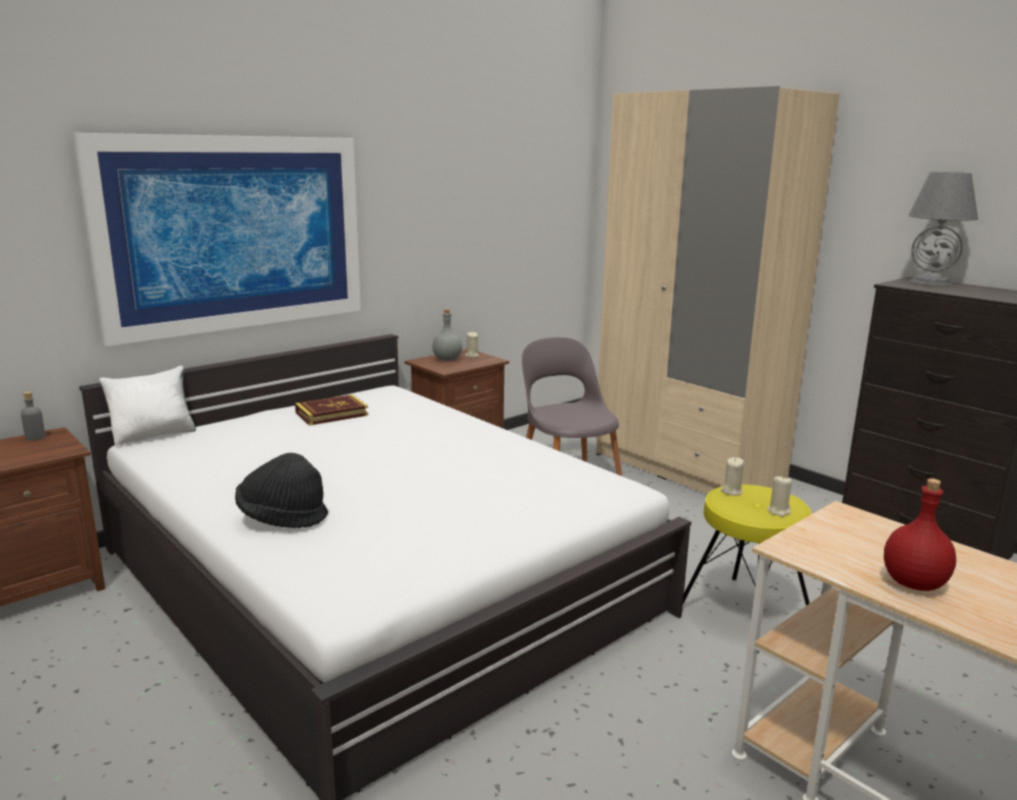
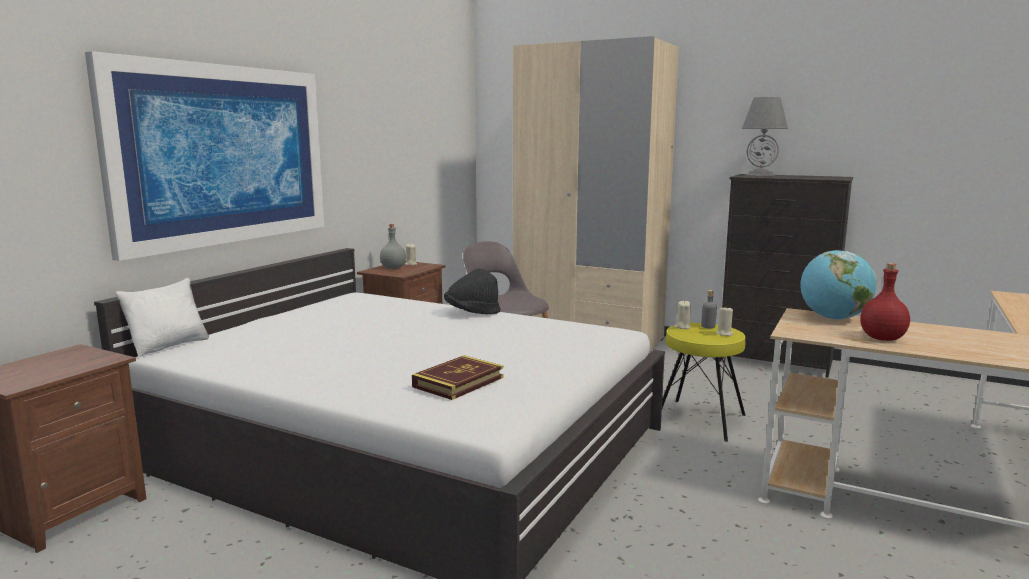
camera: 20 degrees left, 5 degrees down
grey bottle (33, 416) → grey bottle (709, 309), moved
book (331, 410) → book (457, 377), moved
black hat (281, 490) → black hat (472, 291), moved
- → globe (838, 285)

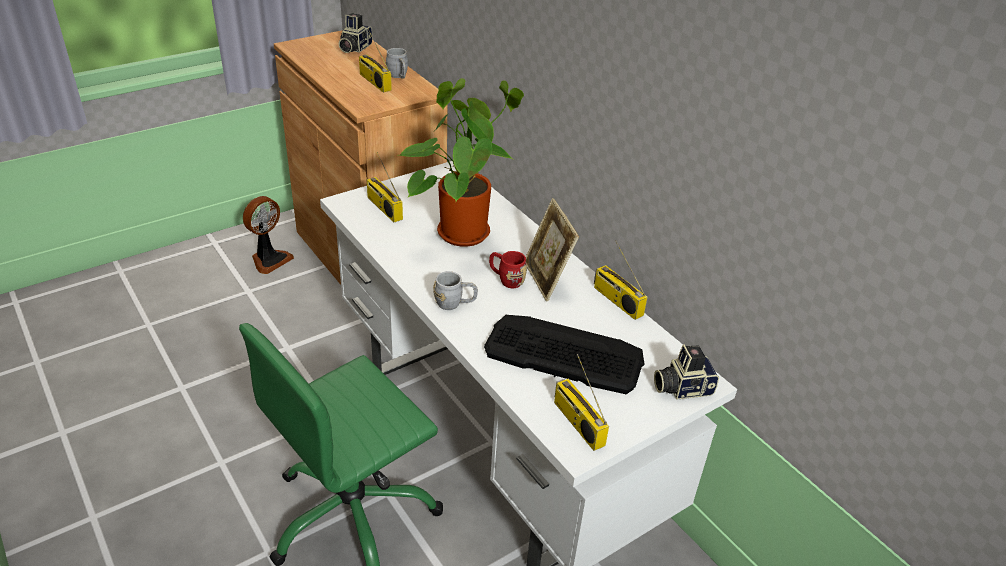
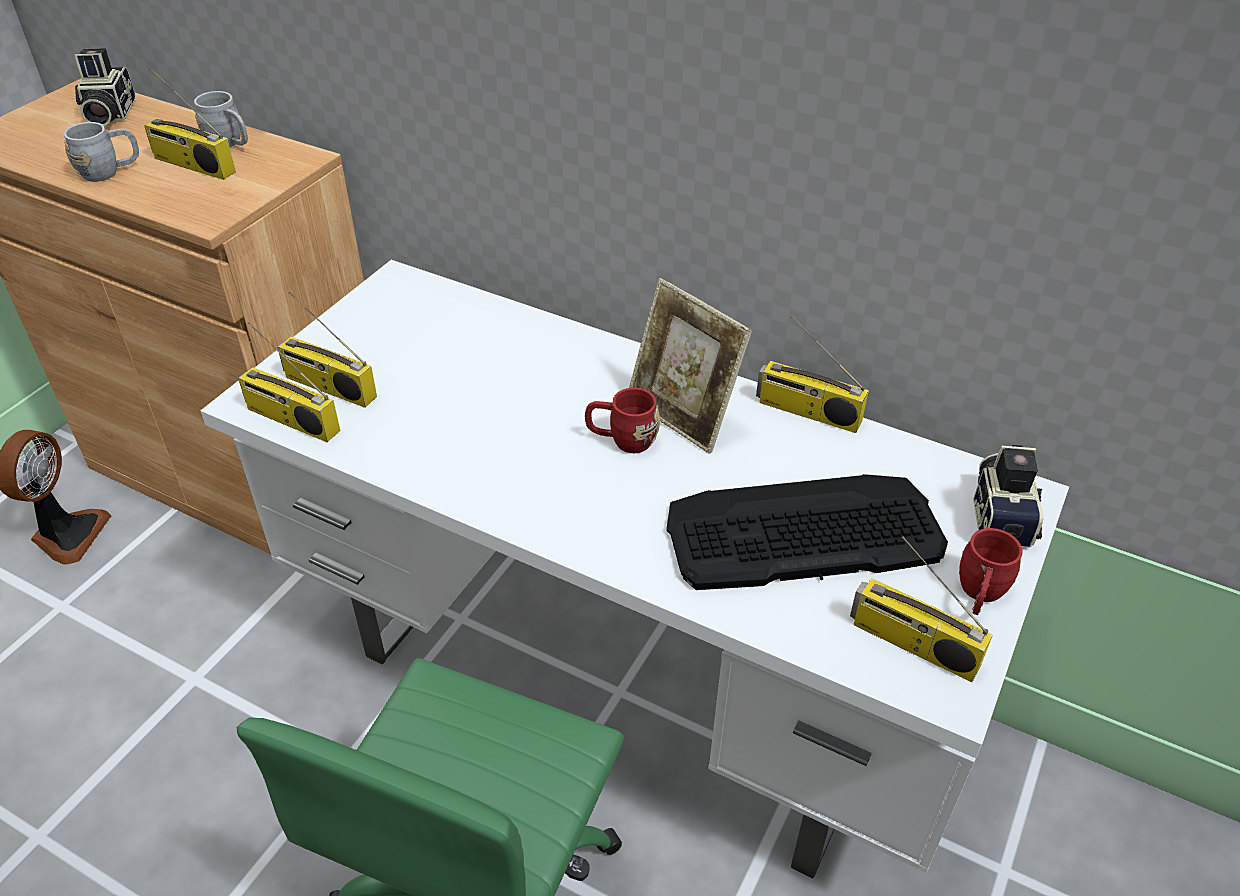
camera: 25 degrees left, 5 degrees up
potted plant (461, 162) → -
grey mug (455, 290) → grey mug (101, 152), moved
photo camera (686, 372) → photo camera (1008, 496), 135 degrees clockwise
- → radio (289, 382)
- → red mug (991, 571)

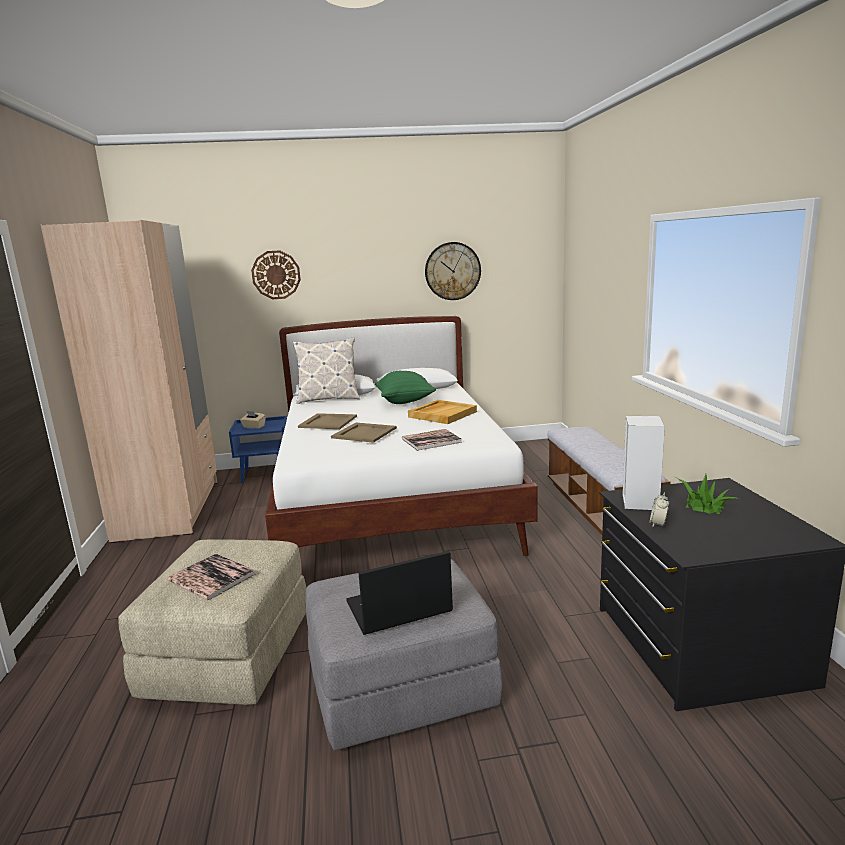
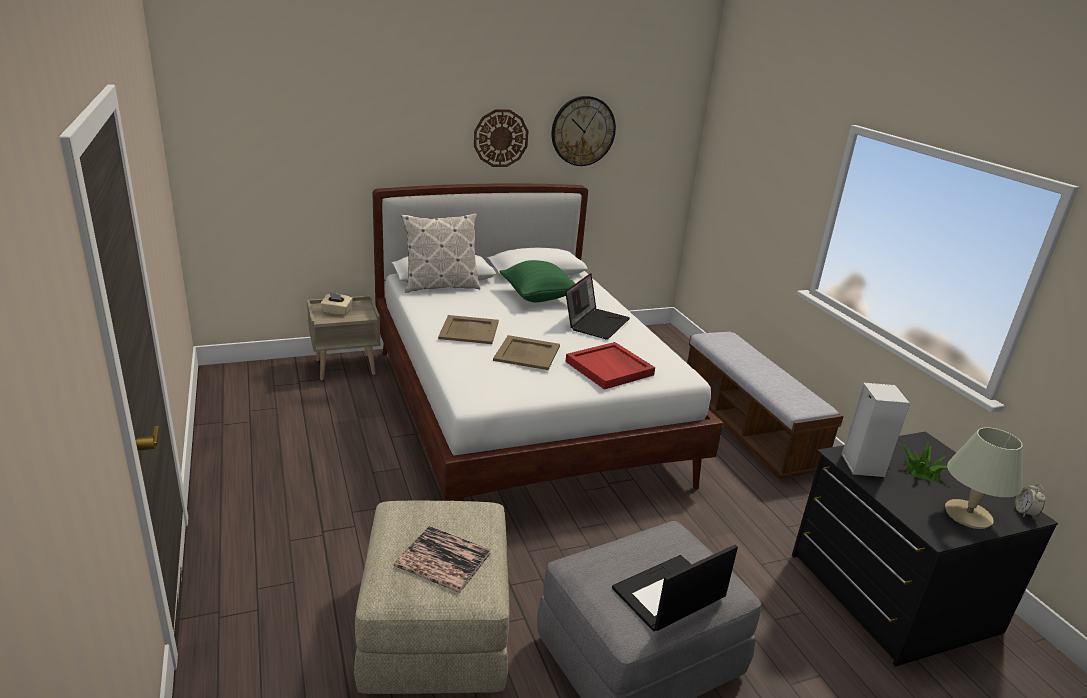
camera: 15 degrees left, 10 degrees up
beige wardrobe (128, 381) → -
wall clock (276, 274) → wall clock (501, 138), moved
beige tray (442, 412) → laptop (597, 306)
blue nightstand (258, 449) → beige nightstand (343, 338)
book (432, 440) → red tray (610, 366)
alarm clock (659, 509) → alarm clock (1030, 500), moved
- → beige table lamp (984, 478)

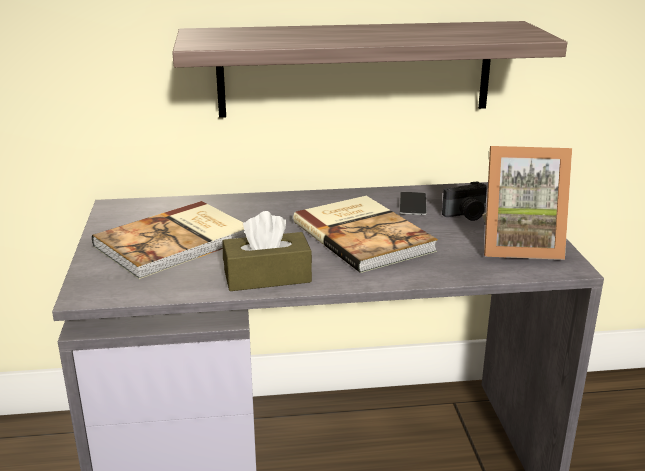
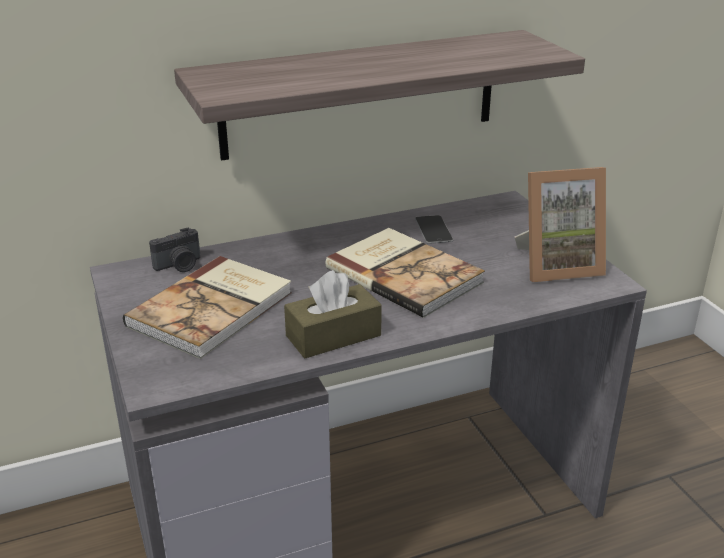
camera: 15 degrees left, 5 degrees up
photo camera (464, 201) → photo camera (175, 249), moved

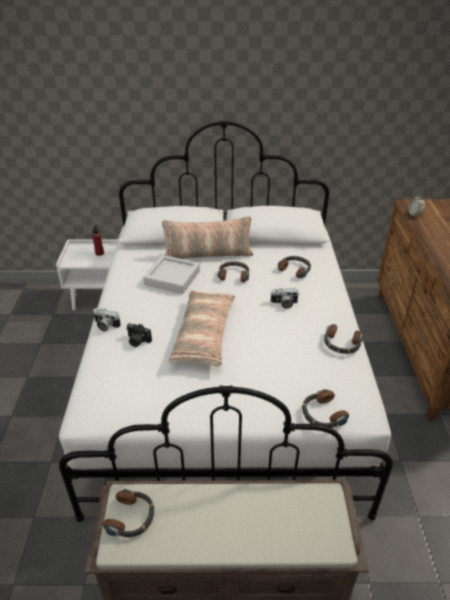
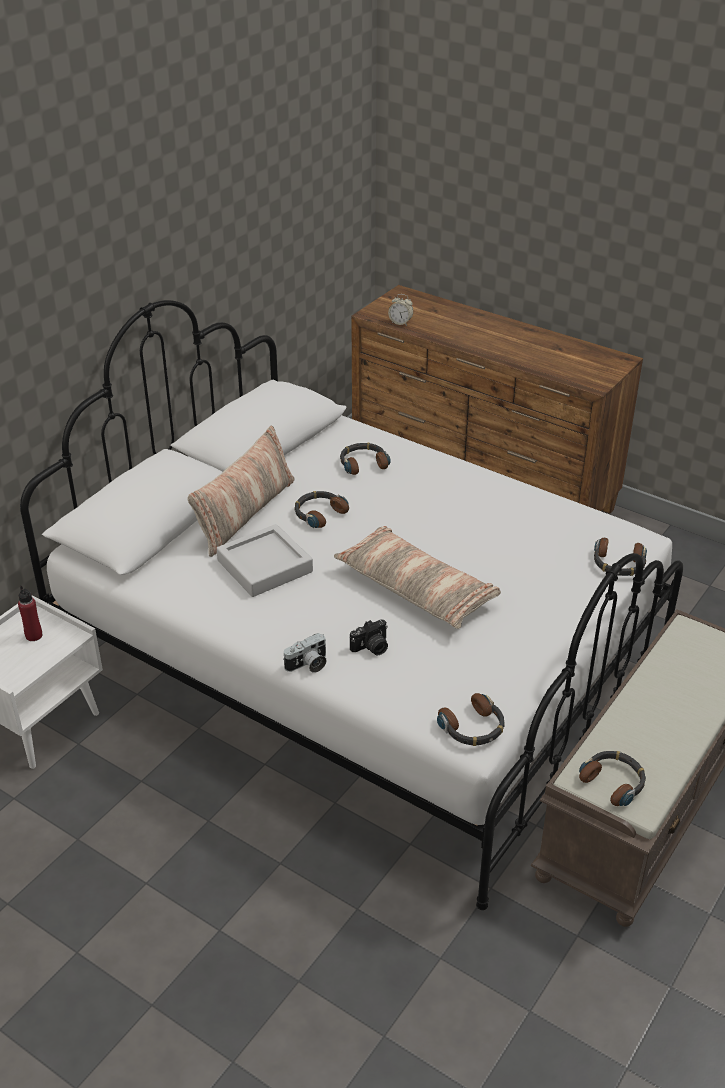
camera: 55 degrees left, 0 degrees up
photo camera (284, 298) → -
headphones (343, 339) → headphones (471, 719), moved

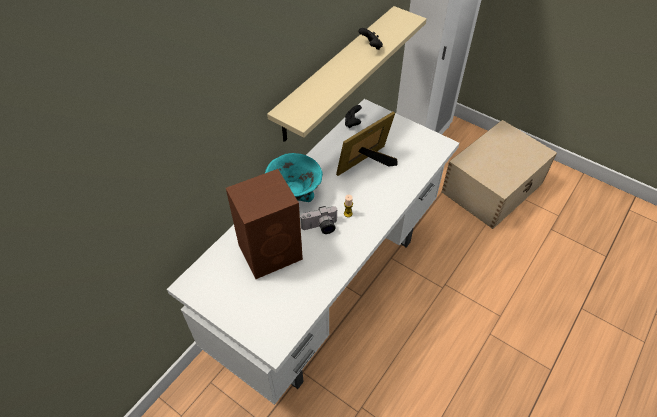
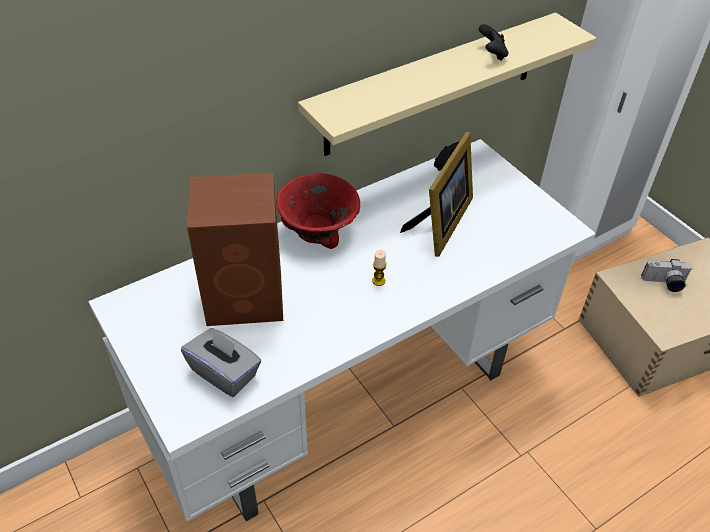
camera: 20 degrees right, 5 degrees down
picture frame (366, 144) → picture frame (436, 194), 135 degrees clockwise
turquoise bowl (294, 177) → red bowl (318, 211)
photo camera (319, 220) → photo camera (666, 275), moved
- → grey tissue box (221, 362)

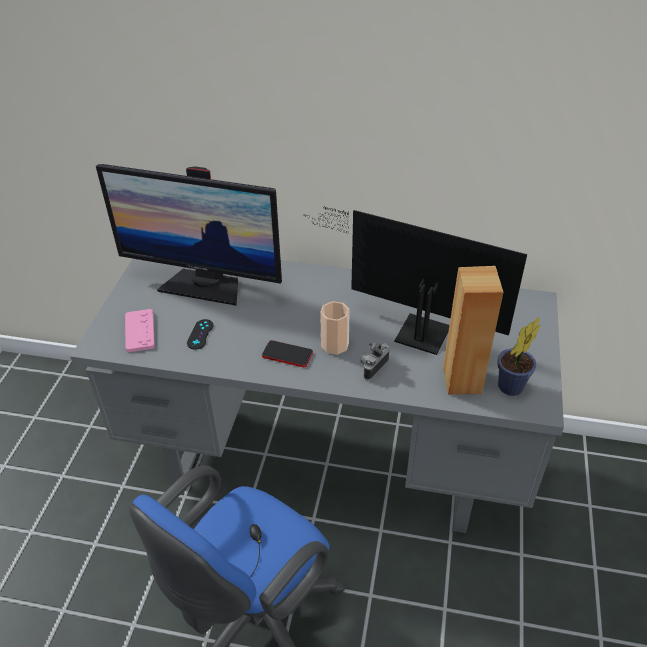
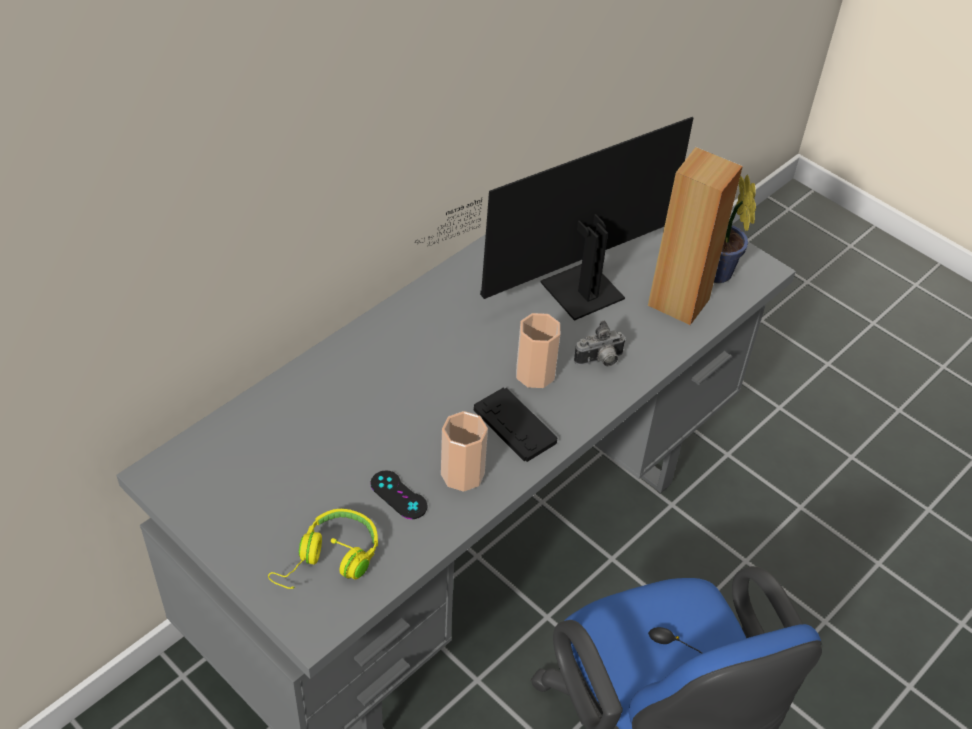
camera: 60 degrees left, 5 degrees up
monitor (189, 235) → -
pink game controller (140, 330) → yellow headphones (323, 549)
phone (287, 353) → black game controller (516, 424)
photo camera (374, 361) → photo camera (600, 343), 90 degrees counterclockwise
- → cup (464, 451)

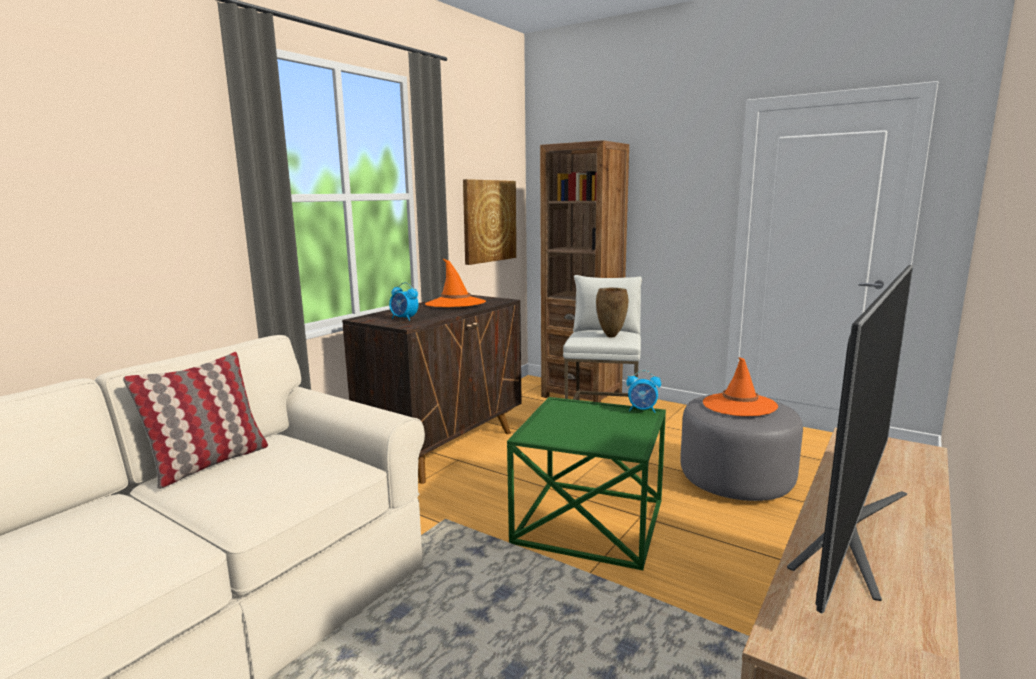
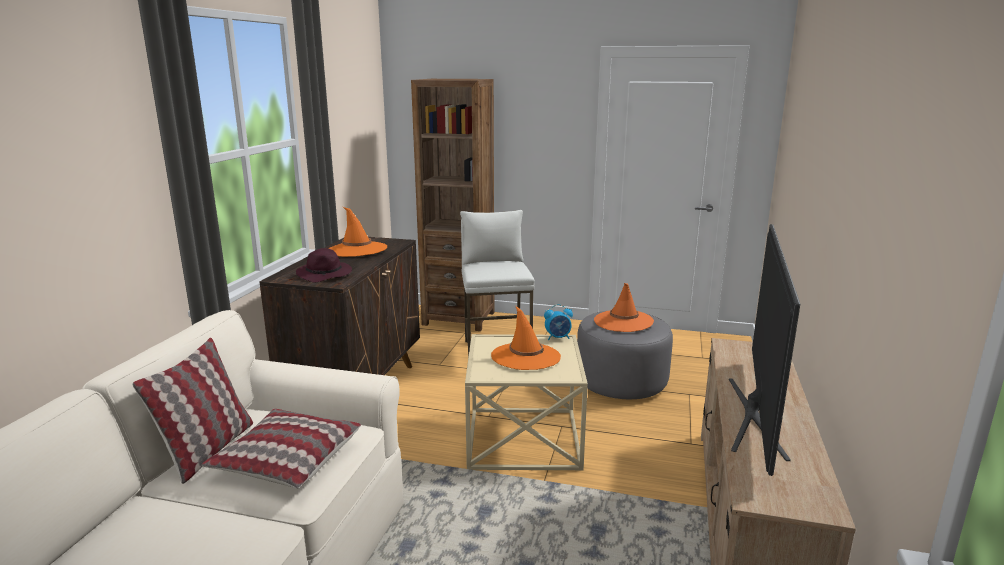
camera: 20 degrees left, 5 degrees up
picture (489, 222) → -
alarm clock (403, 301) → purple hat (324, 265)
brown vase (612, 313) → -
green side table (586, 483) → beige side table (526, 402)
- → orange hat (526, 338)
- → pillow (281, 449)

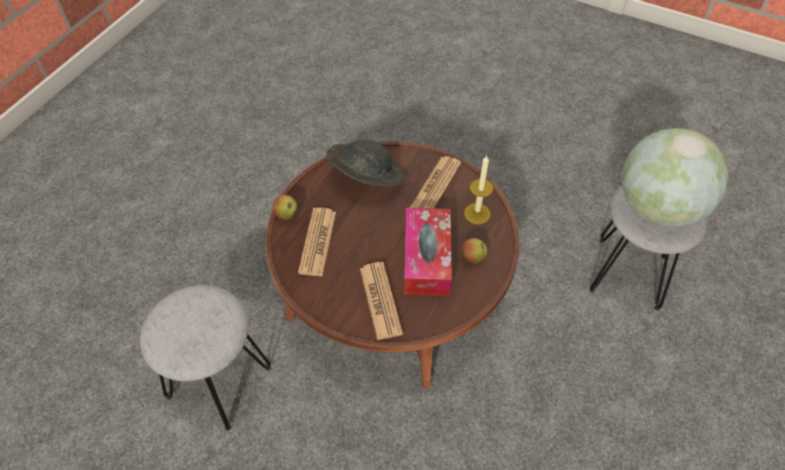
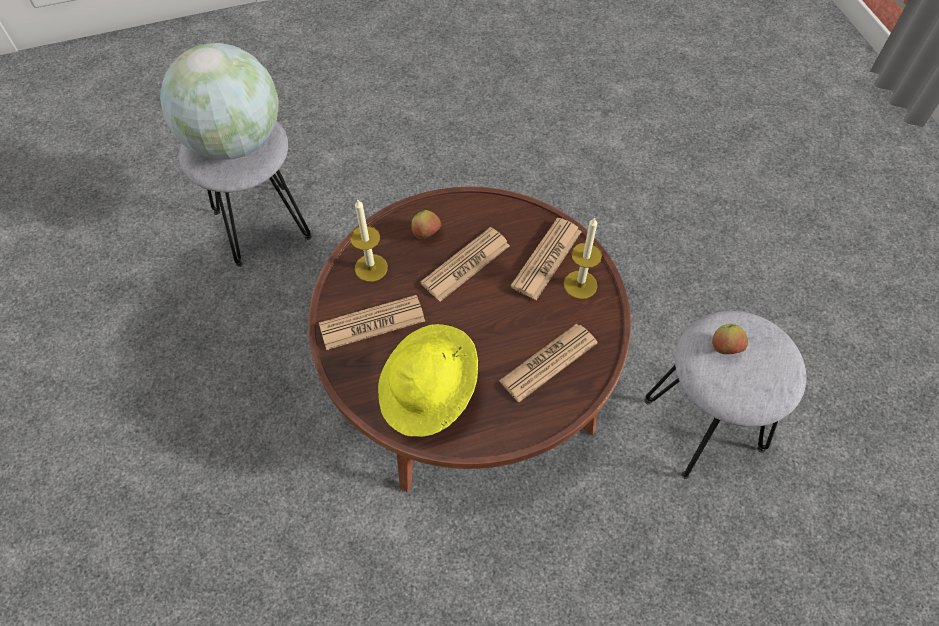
camera: 135 degrees left, 5 degrees up
grey hat (365, 162) → yellow hat (428, 380)
apple (285, 207) → apple (730, 339), moved
tissue box (428, 252) → newspaper (465, 264)
- → candle (583, 258)

